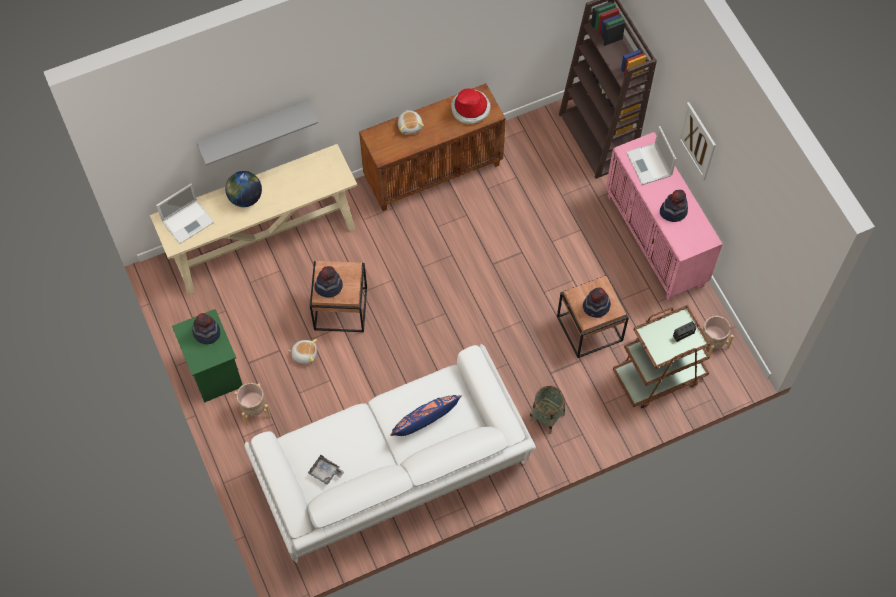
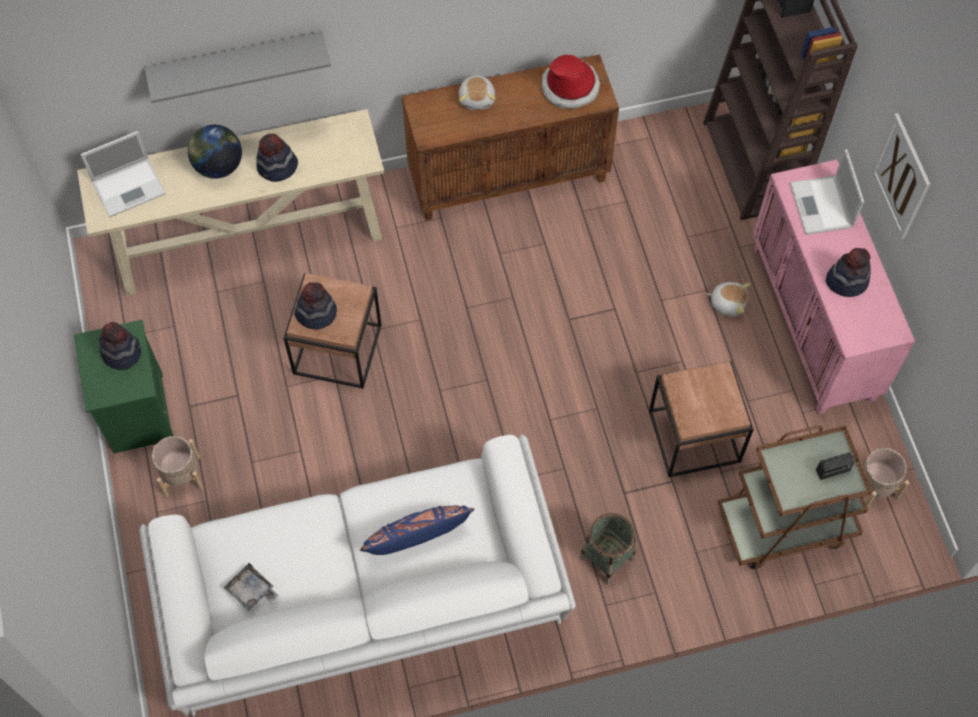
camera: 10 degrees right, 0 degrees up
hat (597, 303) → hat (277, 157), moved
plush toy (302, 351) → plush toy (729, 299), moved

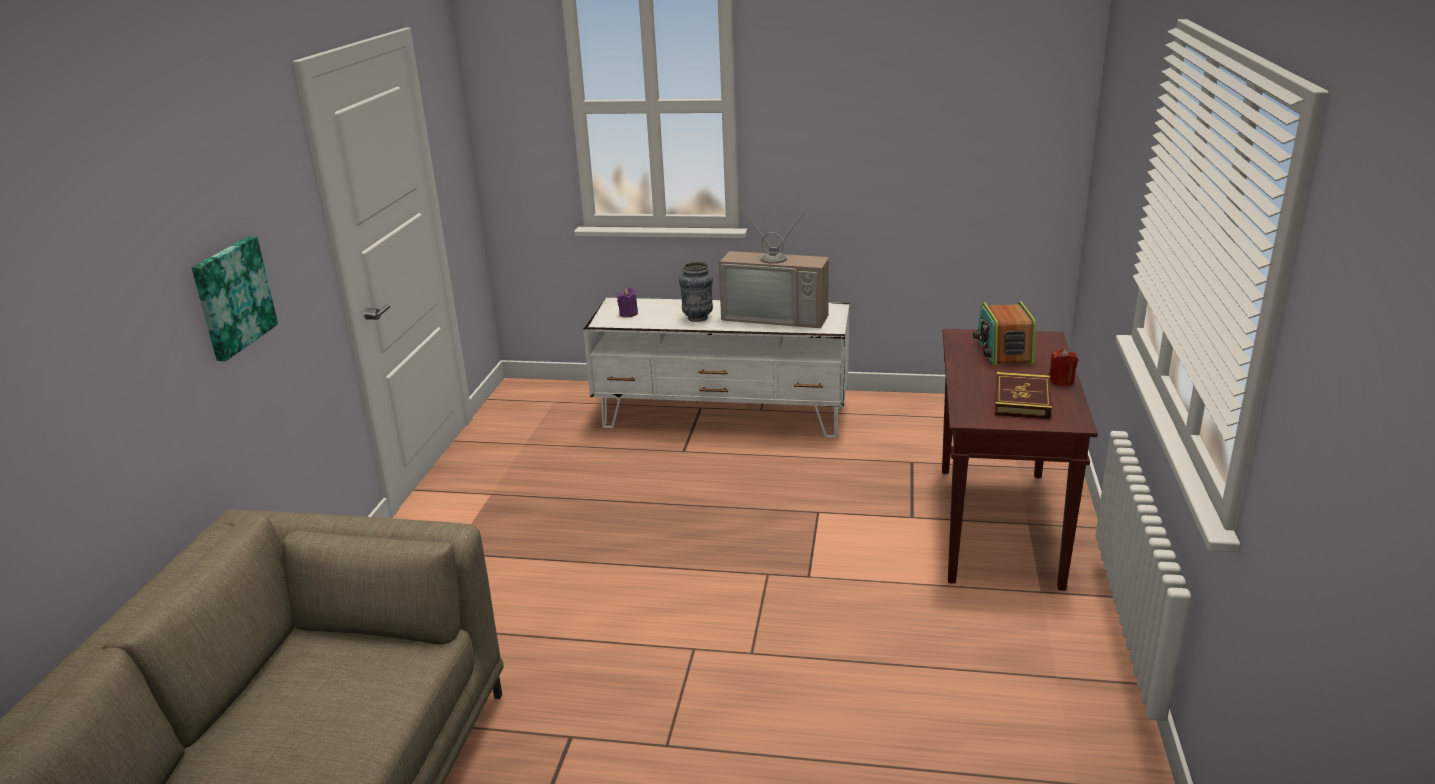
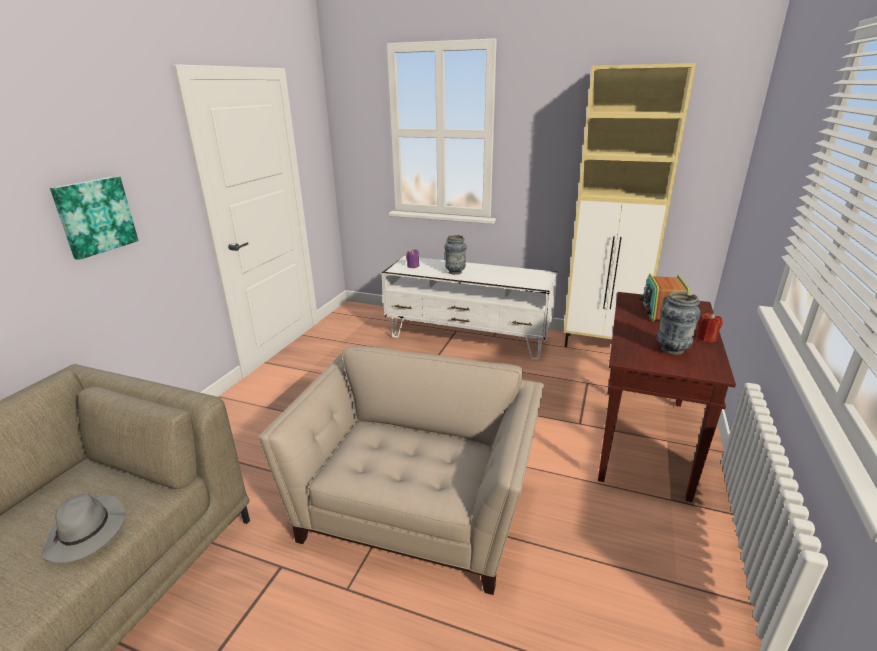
camera: 10 degrees right, 0 degrees up
television (774, 267) → -
book (1023, 396) → vase (679, 323)
- → beige cabinet (630, 205)
- → beige armchair (401, 470)
- → grey hat (83, 528)

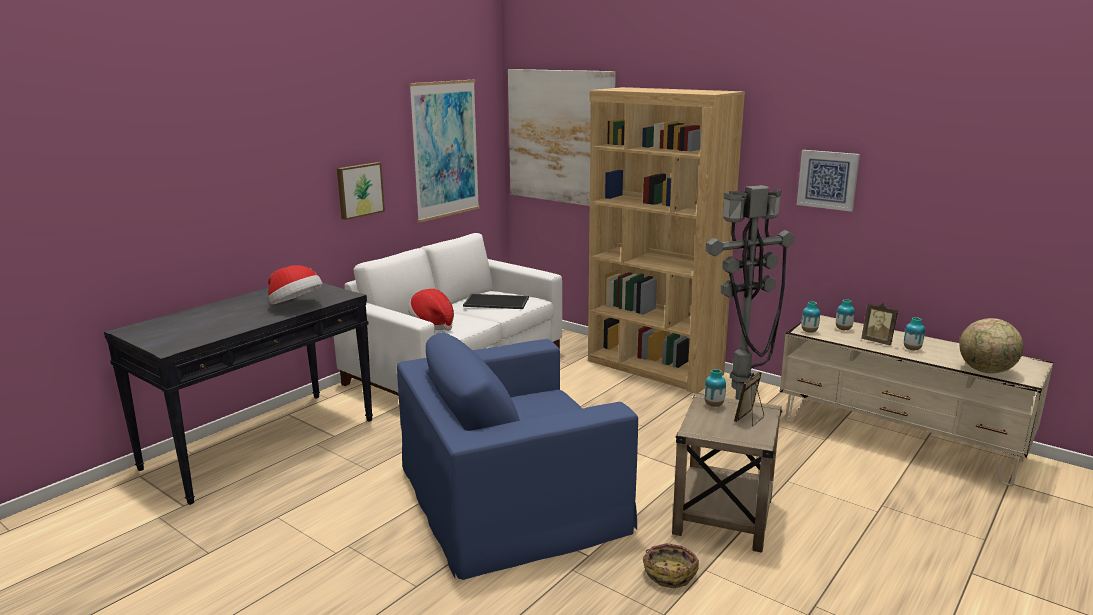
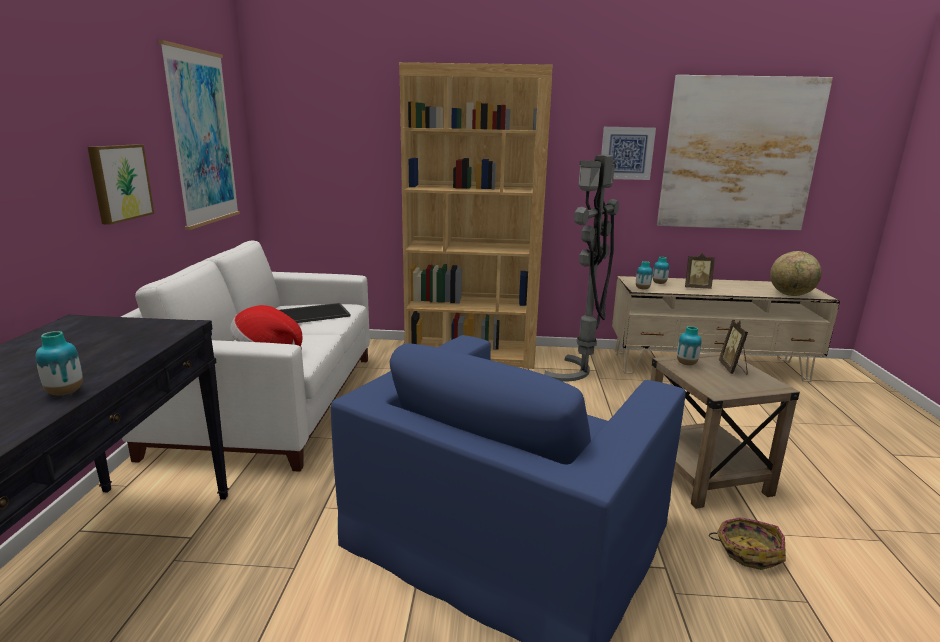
camera: 35 degrees left, 0 degrees up
picture (562, 137) → picture (745, 152), moved
hat (295, 285) → -
vase (914, 333) → vase (59, 363), moved

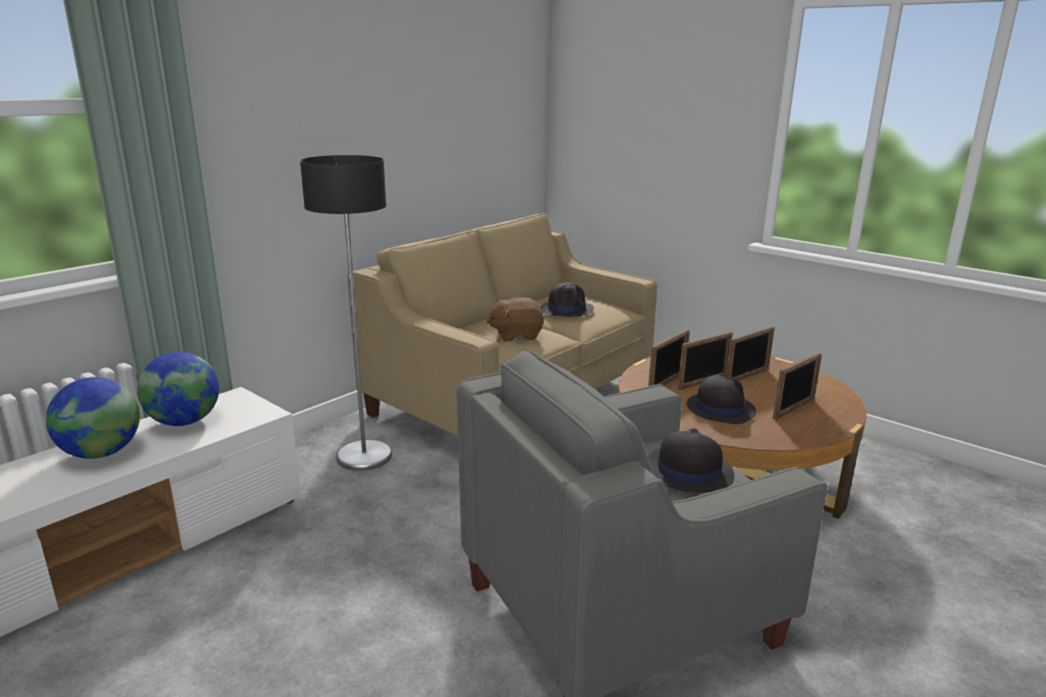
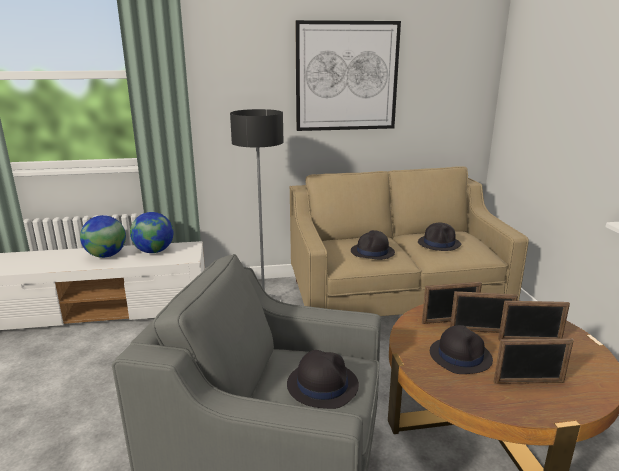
camera: 40 degrees right, 0 degrees up
brown plush toy (515, 320) → black hat (373, 245)
- → picture (348, 75)

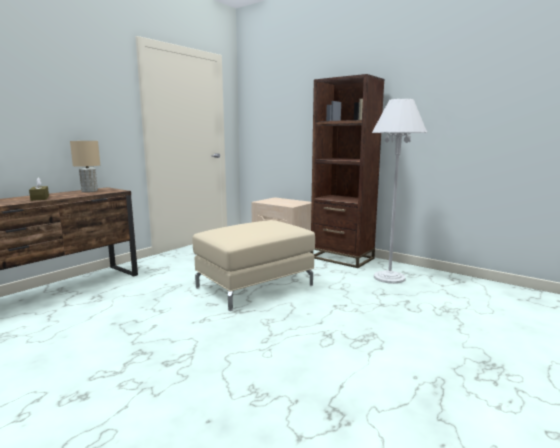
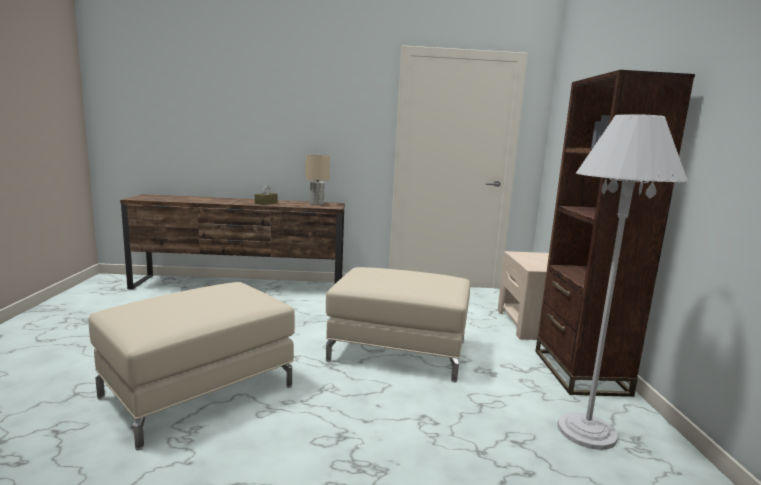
camera: 50 degrees right, 0 degrees up
- → beige ottoman (192, 366)

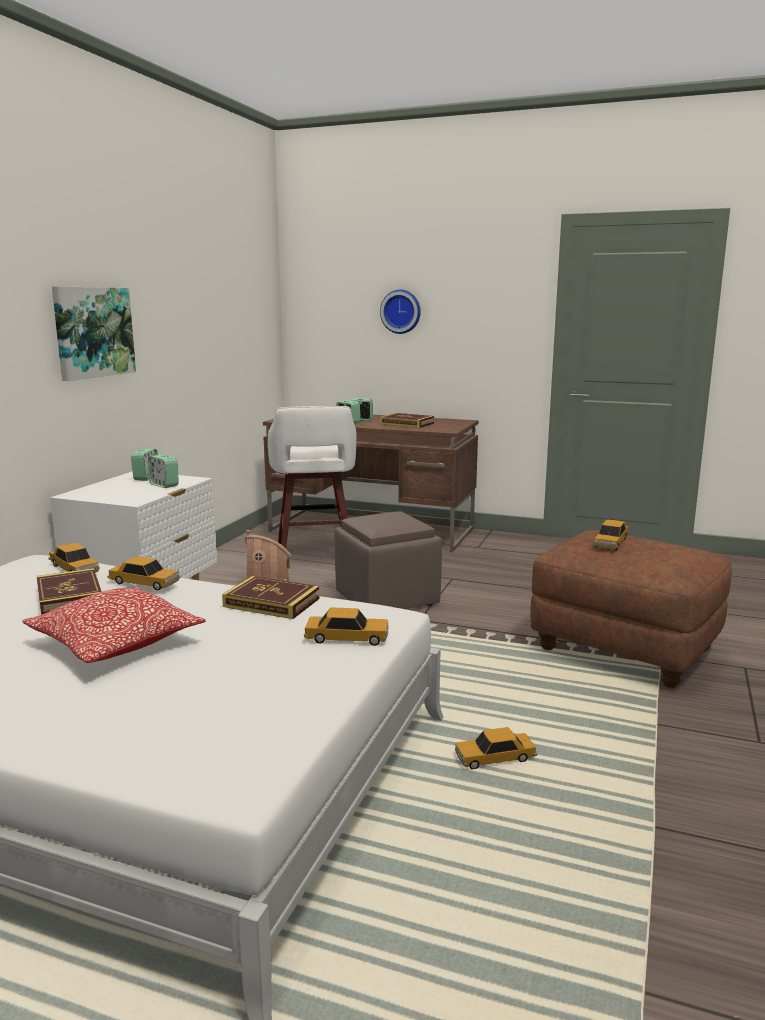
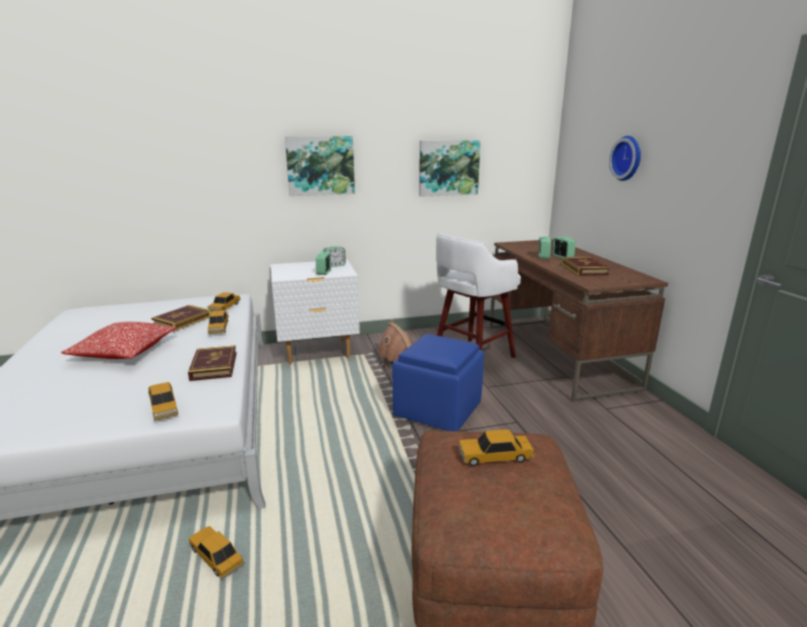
camera: 55 degrees right, 5 degrees up
brown ottoman (388, 560) → blue ottoman (438, 382)
- → picture (450, 168)

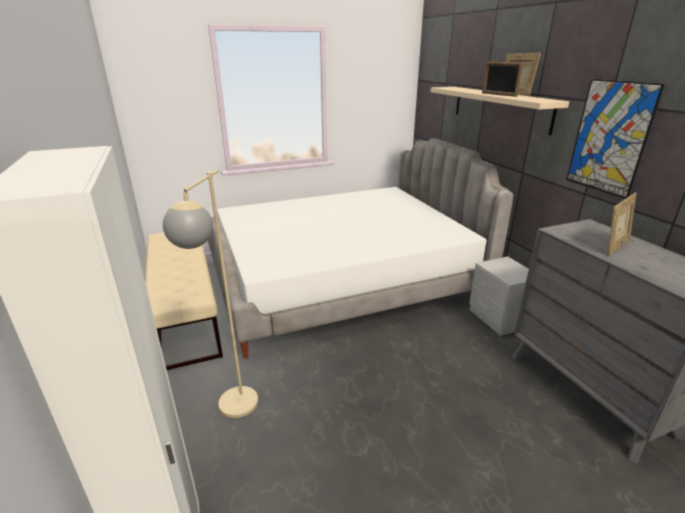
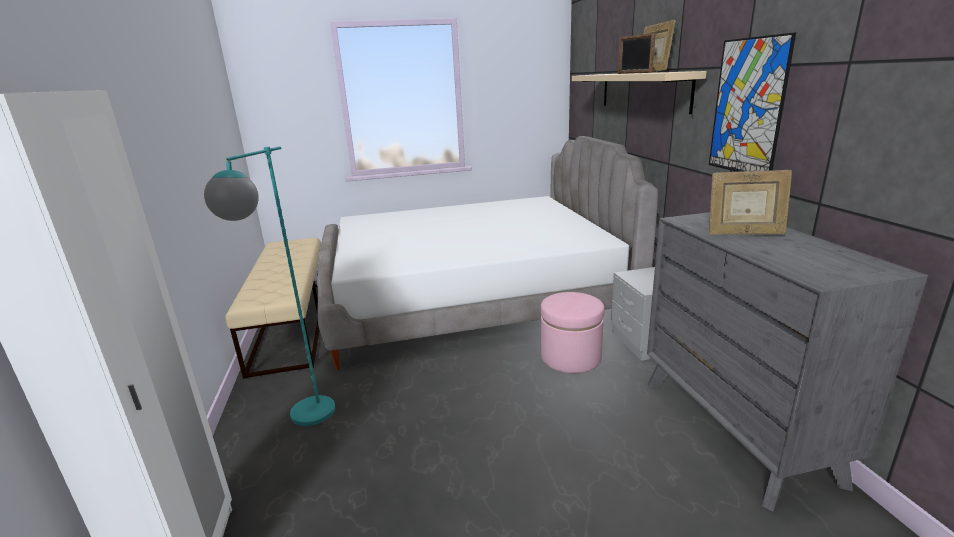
camera: 10 degrees right, 5 degrees down
beige floor lamp (210, 293) → turquoise floor lamp (269, 286)
picture frame (622, 224) → picture frame (750, 202), 45 degrees clockwise
- → pink ottoman (572, 332)

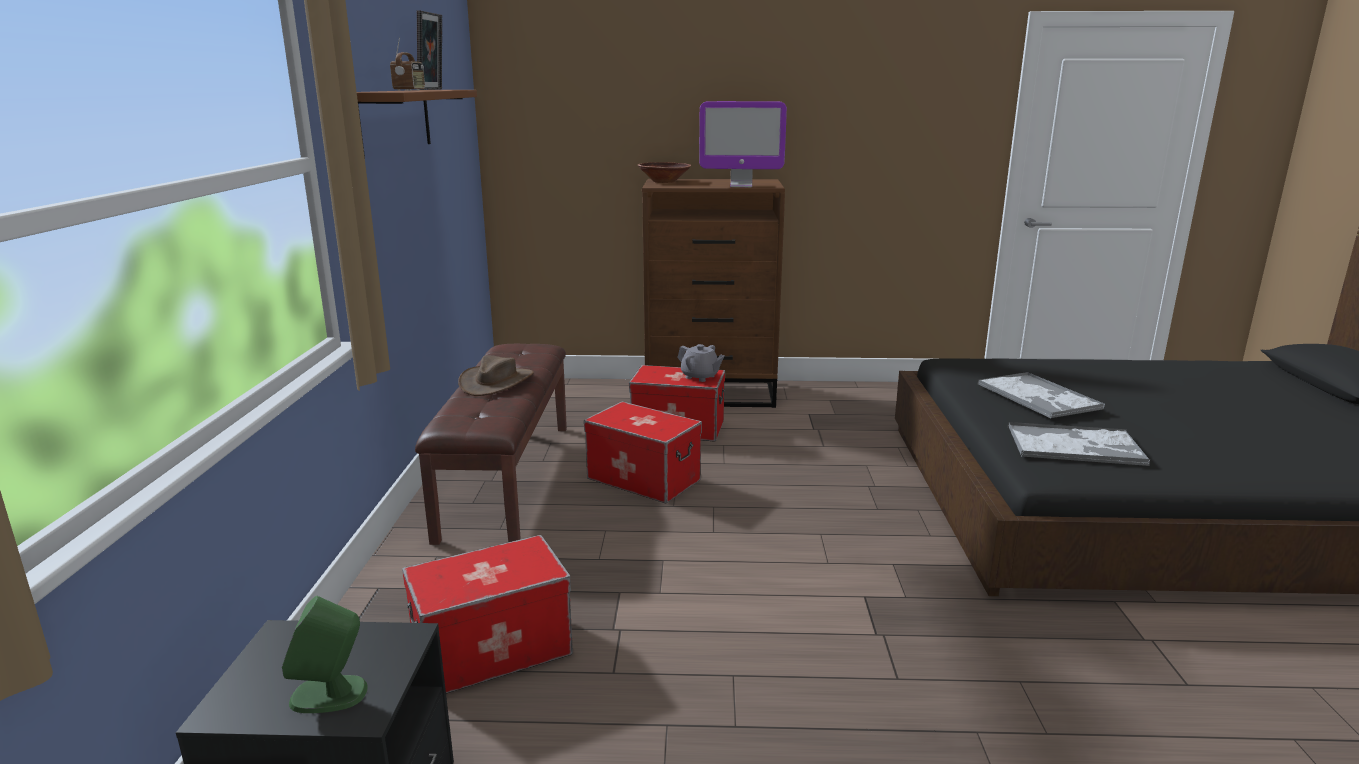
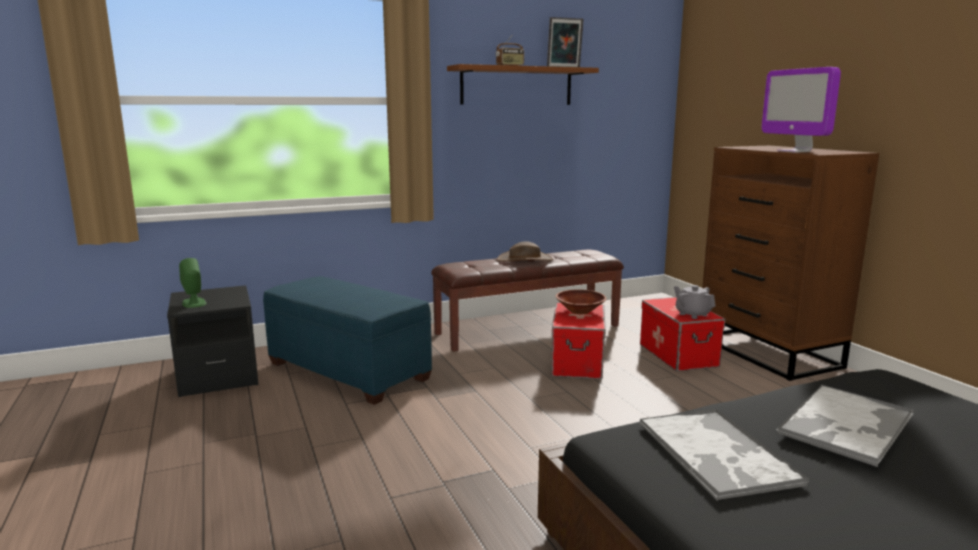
camera: 65 degrees right, 5 degrees down
brown bowl (664, 172) → brown bowl (581, 301), moved
grey teapot (700, 363) → grey teapot (694, 302), 135 degrees clockwise
storage box (487, 614) → blue ottoman (347, 340)

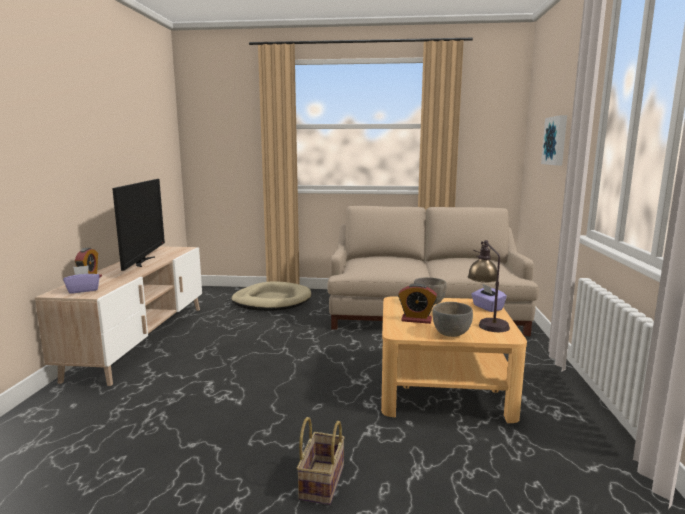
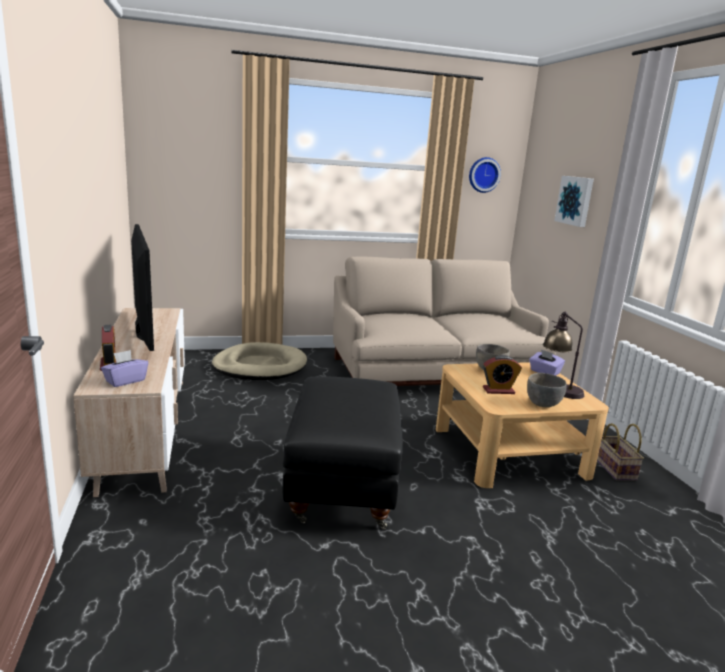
camera: 20 degrees left, 5 degrees up
basket (321, 461) → basket (620, 451), moved
- → wall clock (485, 175)
- → black ottoman (342, 452)

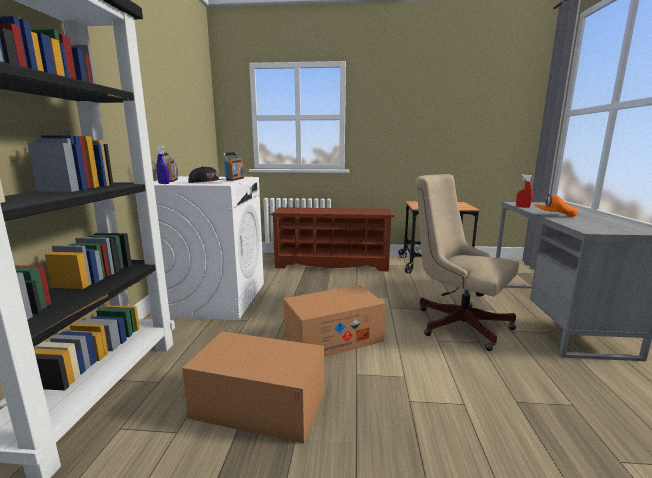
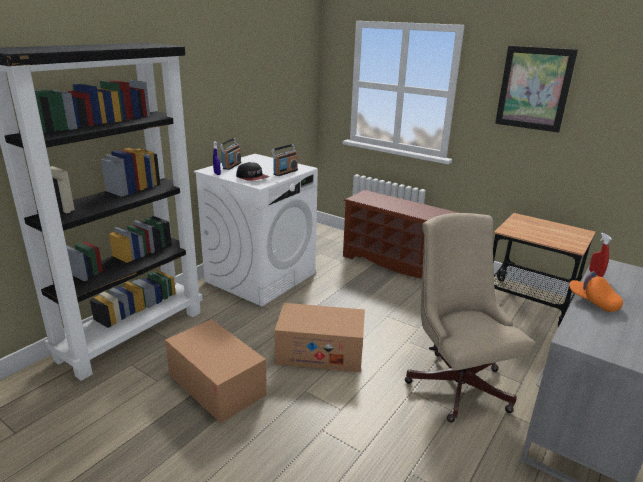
camera: 30 degrees right, 10 degrees up
- → picture (536, 89)

